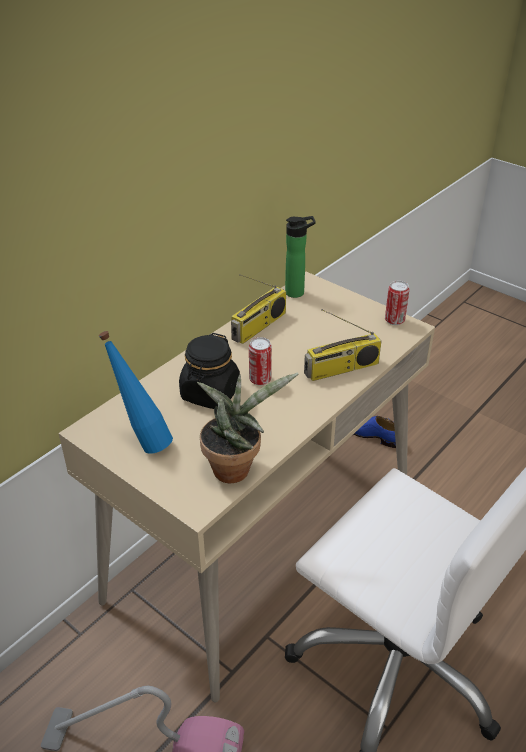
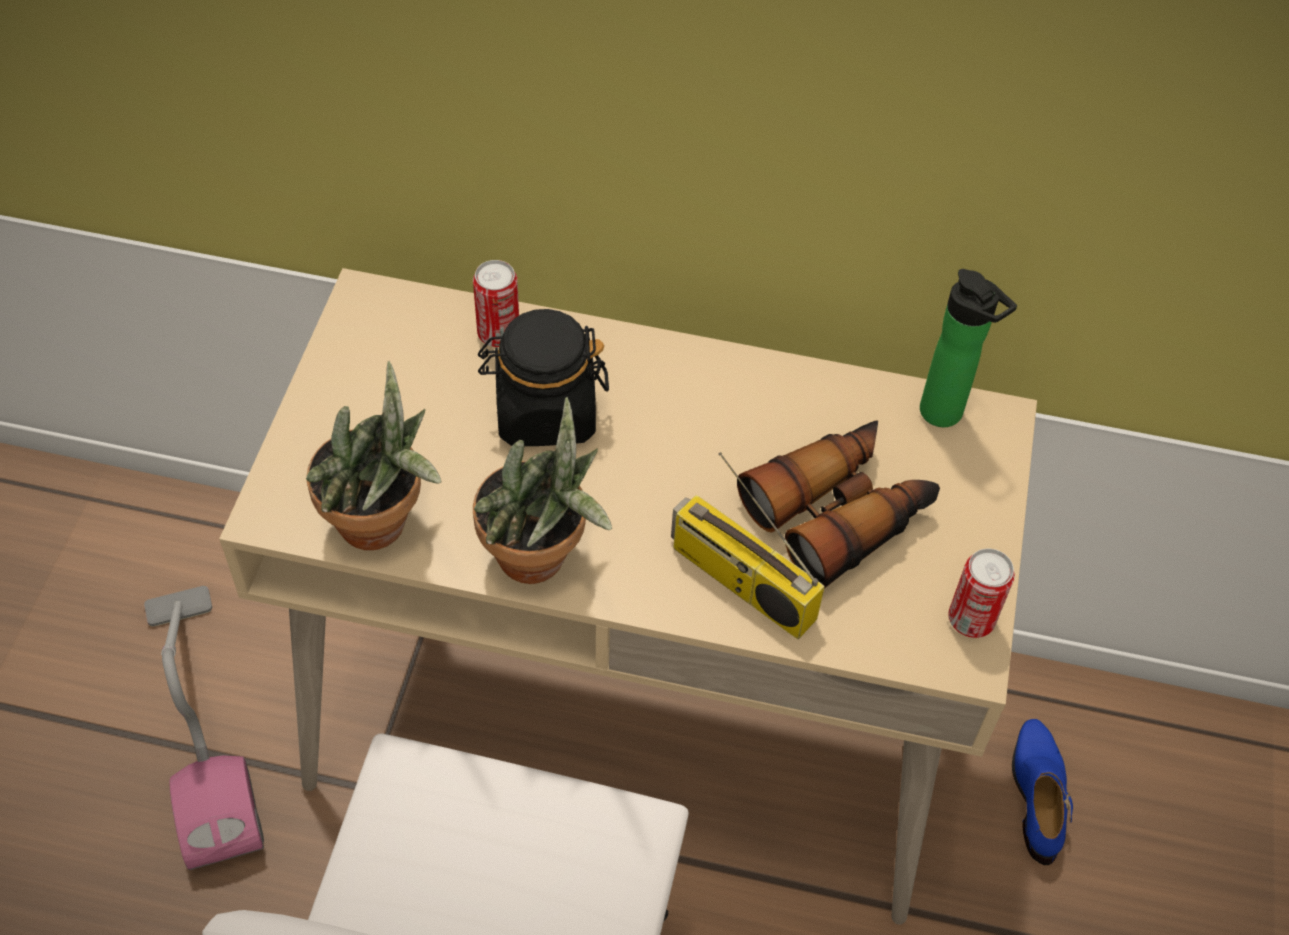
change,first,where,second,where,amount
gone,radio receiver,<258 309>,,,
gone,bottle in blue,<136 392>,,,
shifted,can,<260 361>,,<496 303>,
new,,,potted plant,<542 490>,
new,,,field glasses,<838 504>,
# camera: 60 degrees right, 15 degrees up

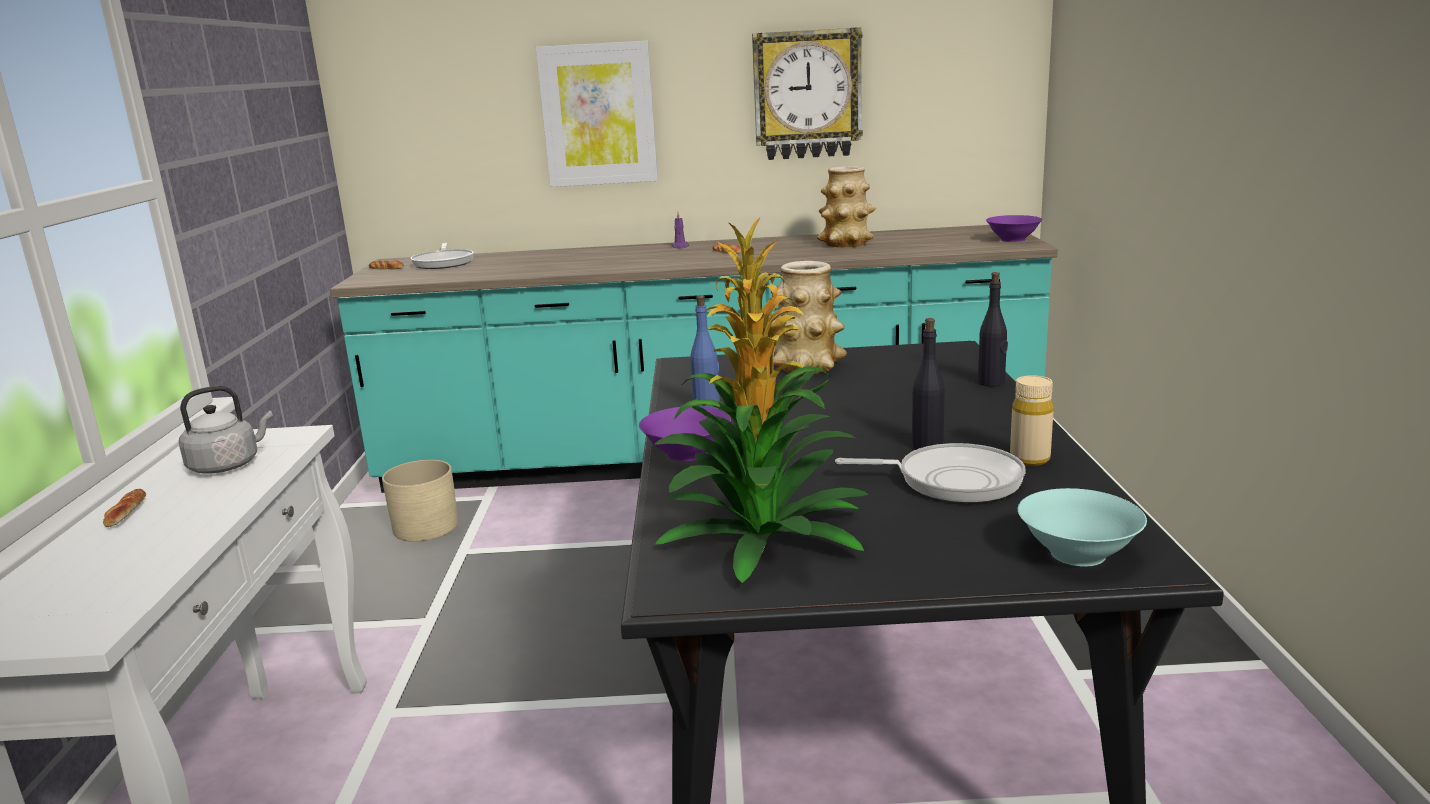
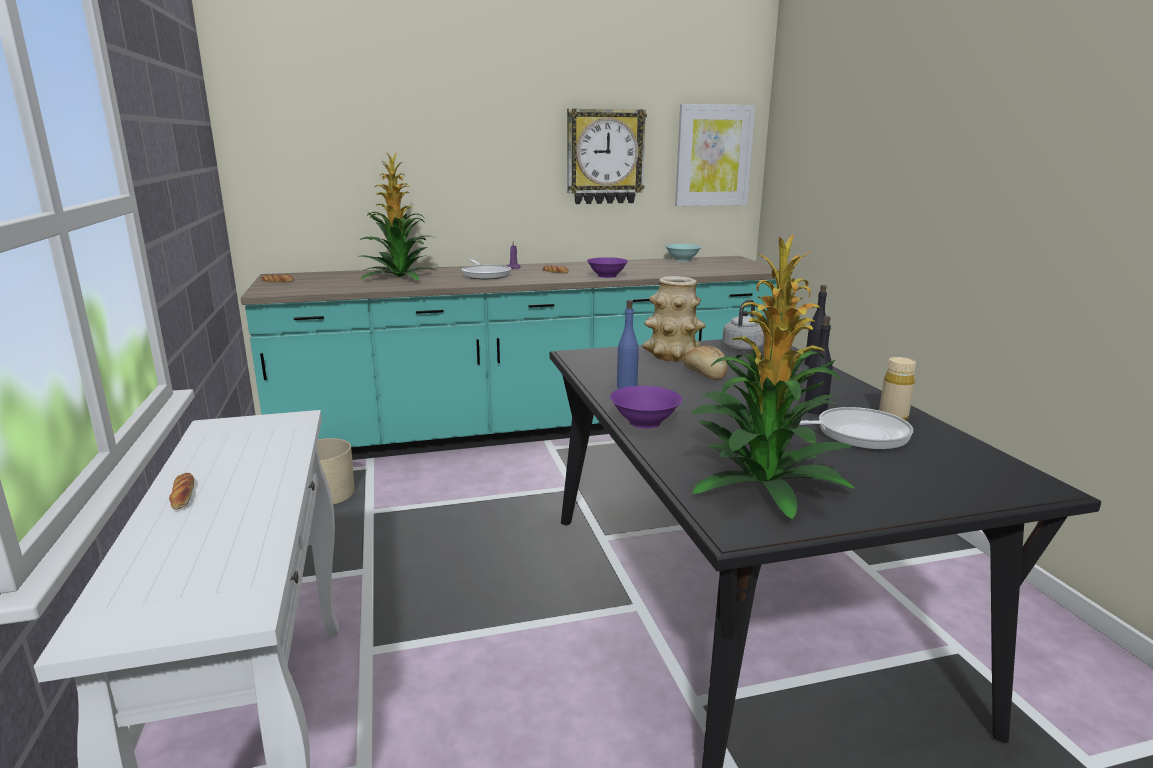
change,first,where,second,where,amount
shifted,wall picture,<597 114>,,<715 155>,
gone,vase,<846 206>,,,
shifted,deep dish in purple-coloured,<1014 228>,,<607 267>,
shifted,pan,<442 256>,,<486 269>,
shifted,kettle in gray,<226 429>,,<743 325>,
shifted,deep dish in blue-green,<1082 527>,,<683 252>,
new,,,potted plant,<398 216>,
new,,,baked bread,<705 362>,
# camera: 15 degrees left, 0 degrees up

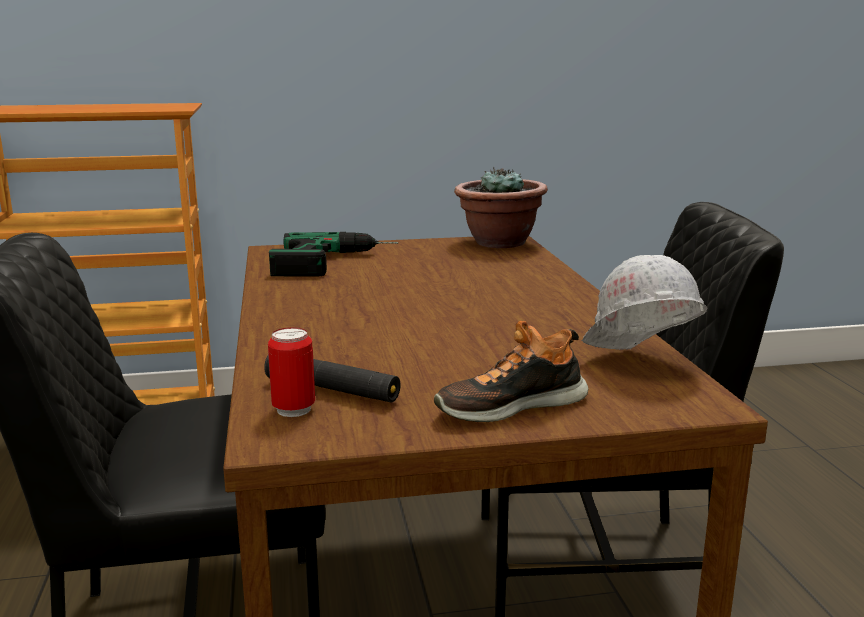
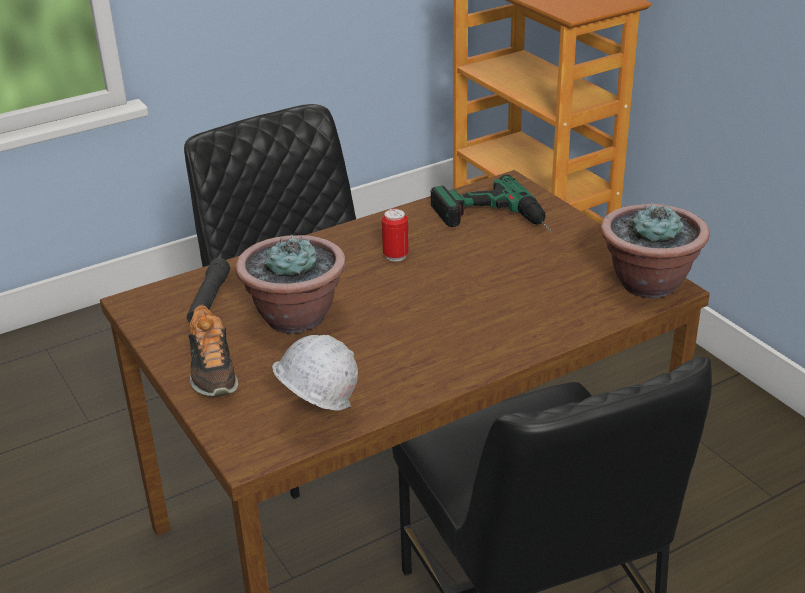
change,first,where,second,where,amount
rotated,shoe,<511 371>,,<213 350>,150 degrees counterclockwise
shifted,can,<291 372>,,<395 235>,
new,,,potted plant,<290 284>,
# camera: 70 degrees right, 15 degrees up

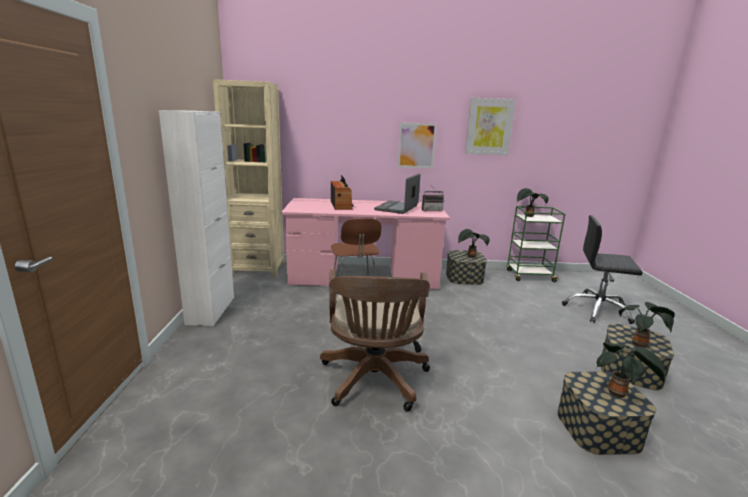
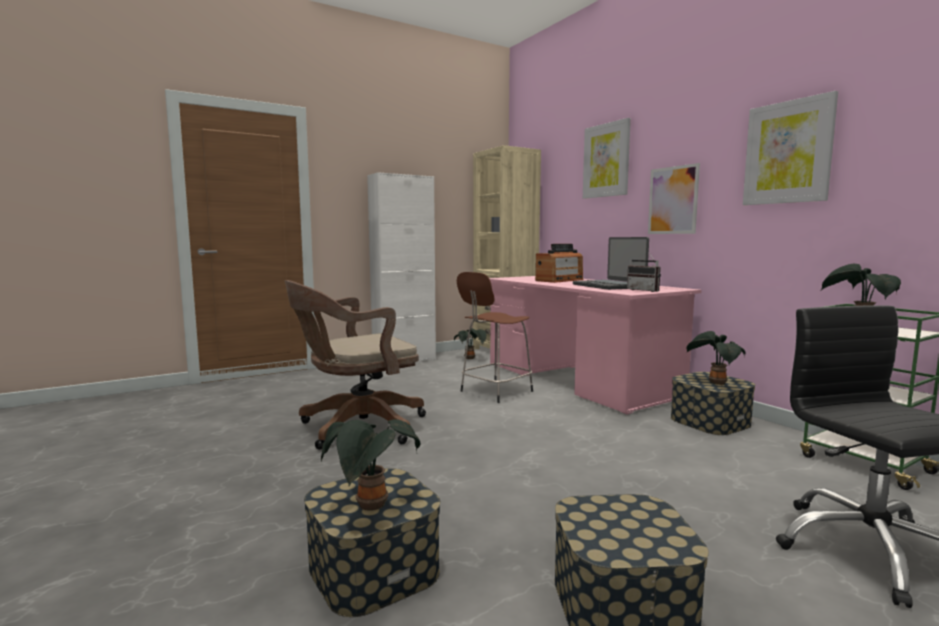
change,first,where,second,where,amount
rotated,portable computer,<397 193>,,<611 263>,105 degrees counterclockwise
shifted,potted plant,<647 325>,,<470 343>,
new,,,wall picture,<607 158>,
# camera: 60 degrees right, 10 degrees down

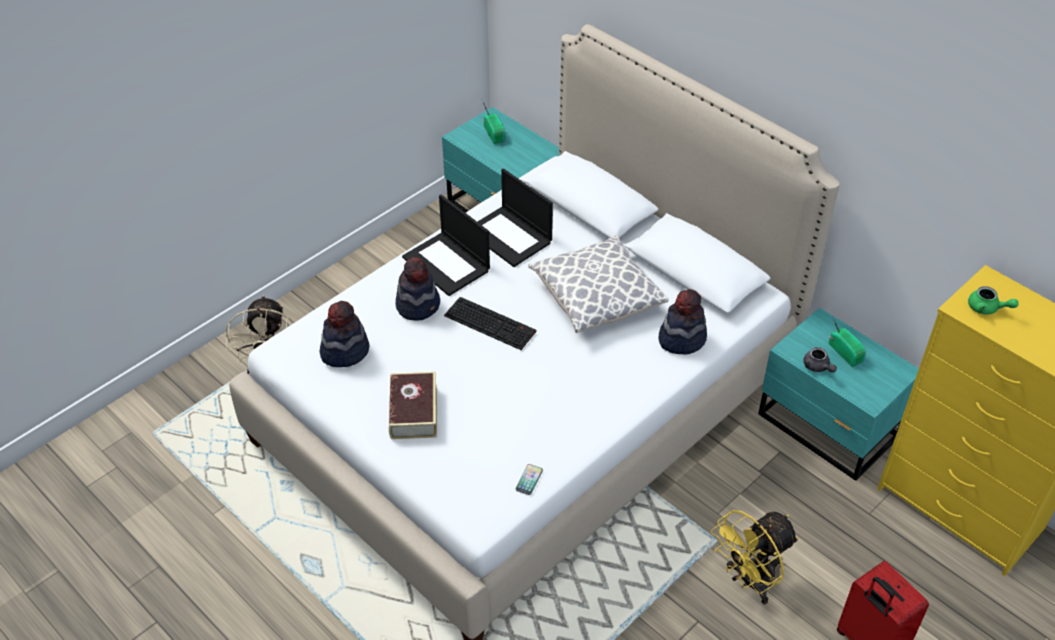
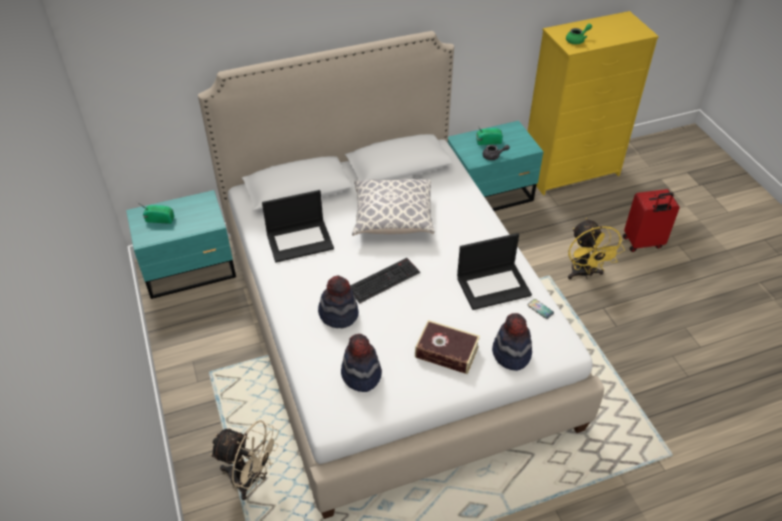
change,first,where,second,where,amount
shifted,portable computer,<446 245>,,<494 271>,
shifted,wearable hat,<682 321>,,<512 342>,
# camera: 65 degrees left, 0 degrees up

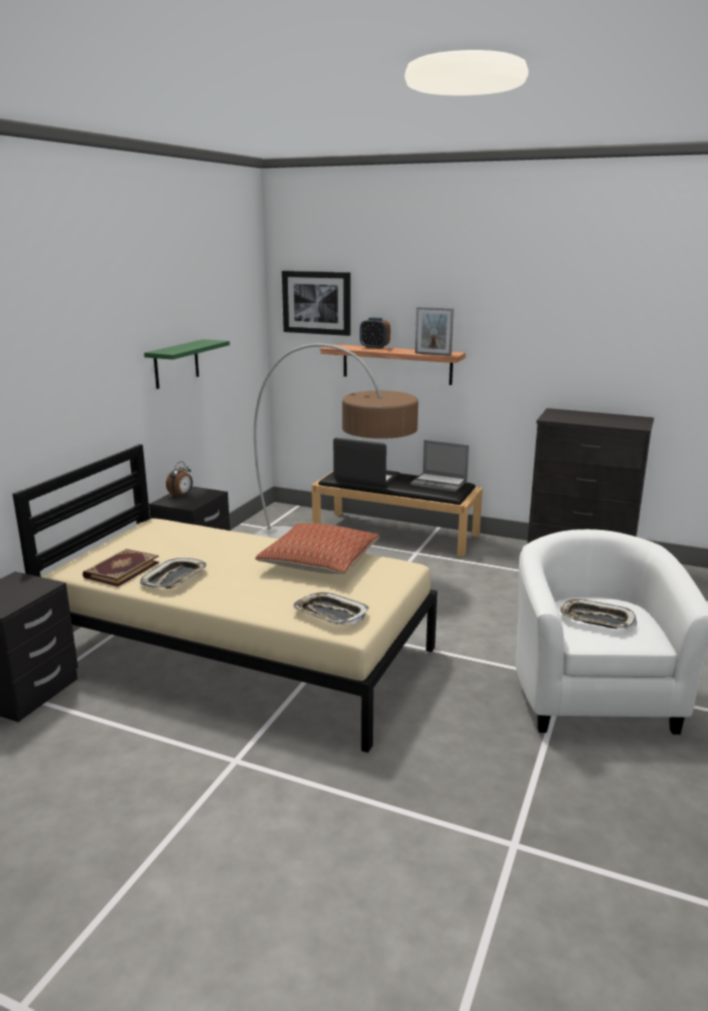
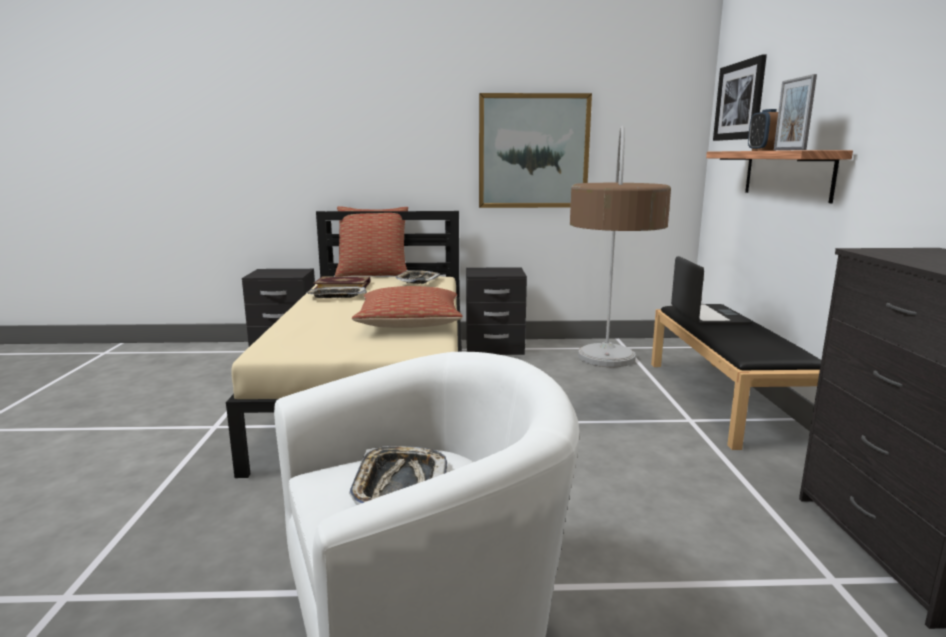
change,first,where,second,where,amount
swapped,bracket shelf in greenish,<187 364>,wall picture,<535 150>,
gone,portable computer,<440 466>,,,
gone,alarm clock,<179 479>,,,
shifted,tray,<331 608>,,<418 277>,
new,,,throw pillow,<371 241>,
# camera: 65 degrees right, 5 degrees down

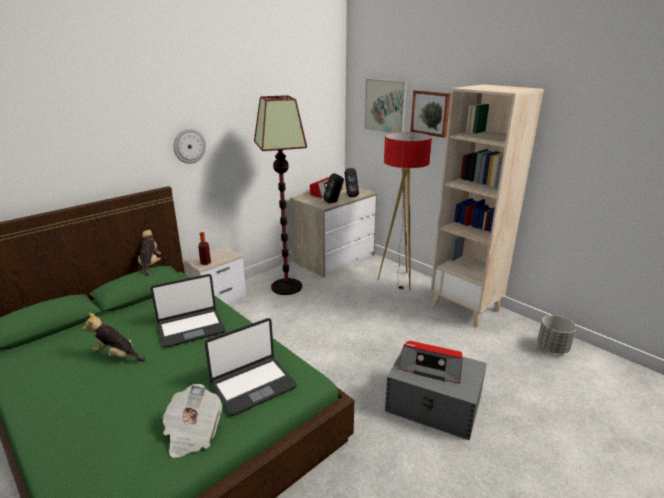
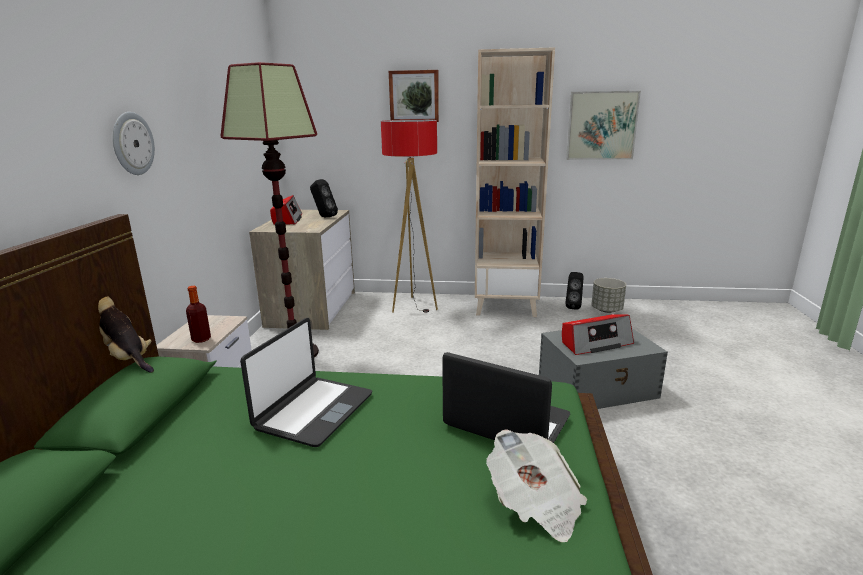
change,first,where,second,where,amount
shifted,wall picture,<385 106>,,<603 125>,
shifted,loudspeaker in black-coloured,<333 188>,,<574 291>,
gone,plush toy,<114 337>,,,
rotated,portable computer,<251 367>,,<506 397>,75 degrees counterclockwise
# camera: 40 degrees left, 5 degrees down

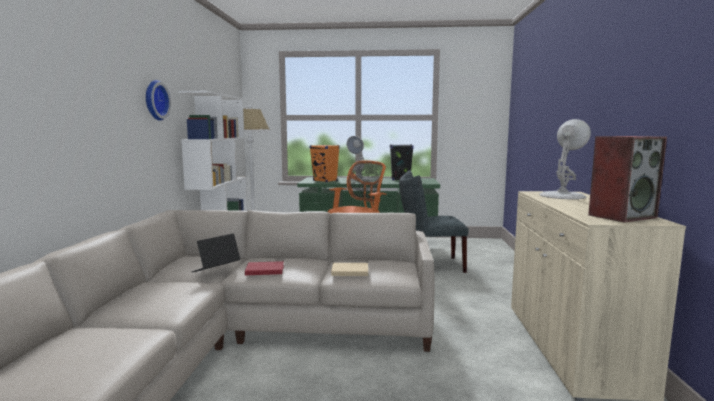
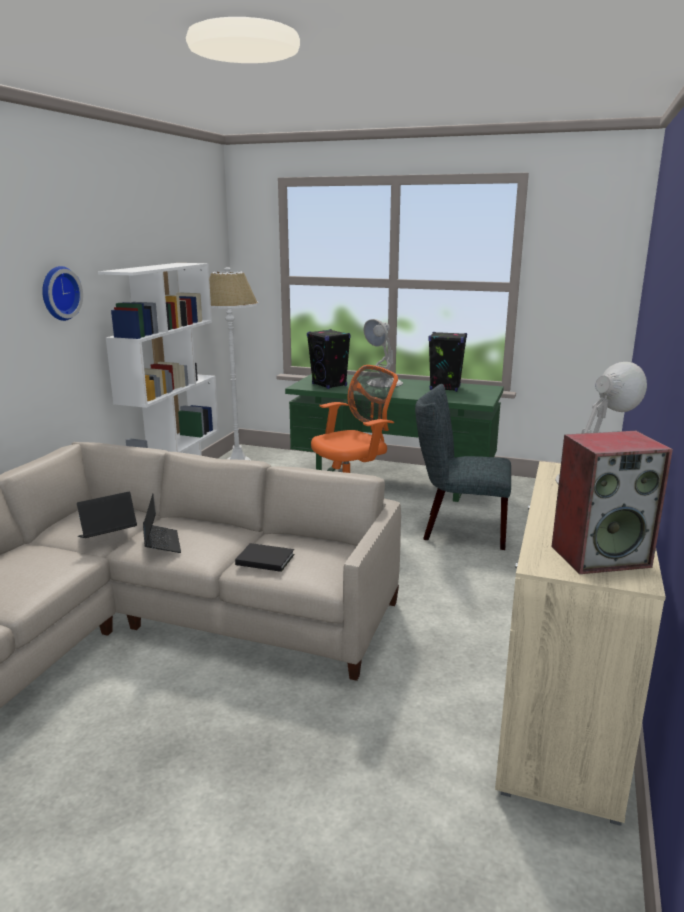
change,first,where,second,where,amount
repainted,loudspeaker in orange,<325 163>,loudspeaker in black-coloured,<329 359>,
swapped,bound book in red,<264 268>,portable computer,<162 523>,
repainted,bound book in beige-coloured,<349 269>,bound book in black-coloured,<264 557>,
# camera: 15 degrees right, 10 degrees up

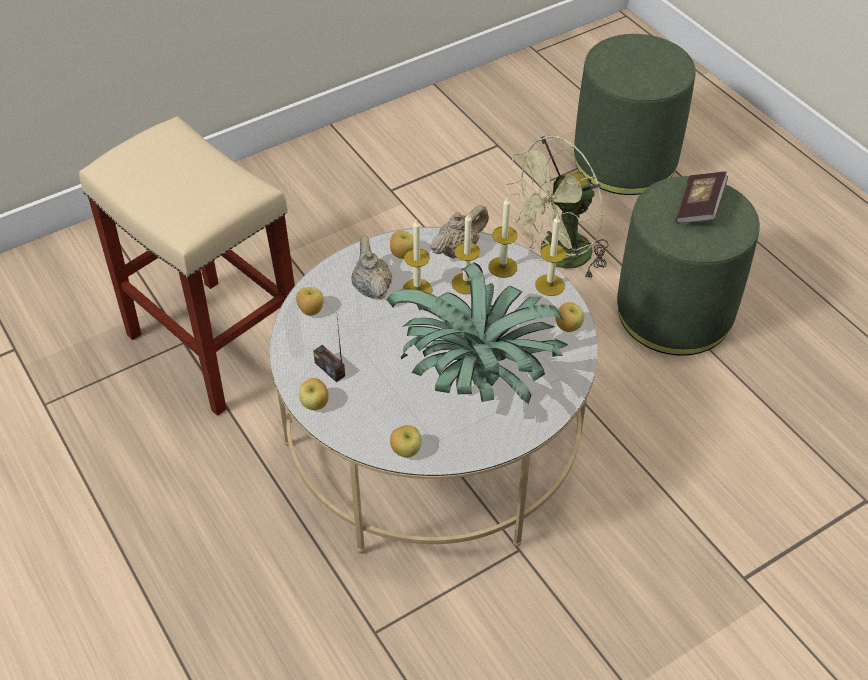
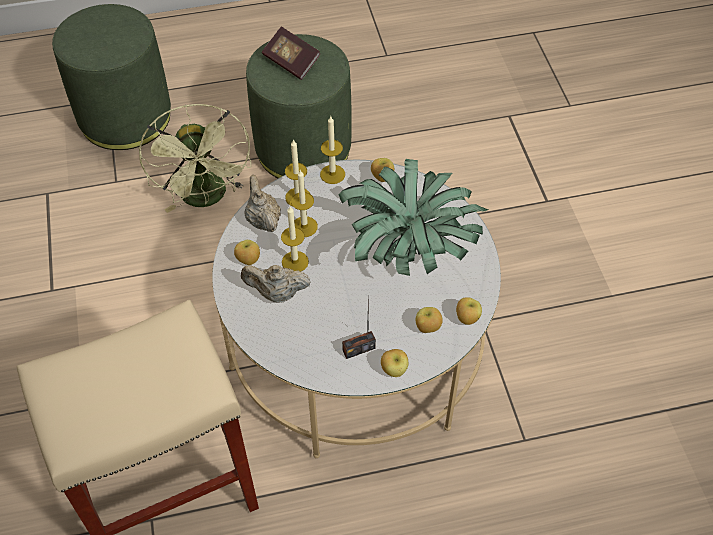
change,first,where,second,where,amount
shifted,apple fruit,<310 301>,,<429 320>,
# camera: 70 degrees left, 5 degrees up

